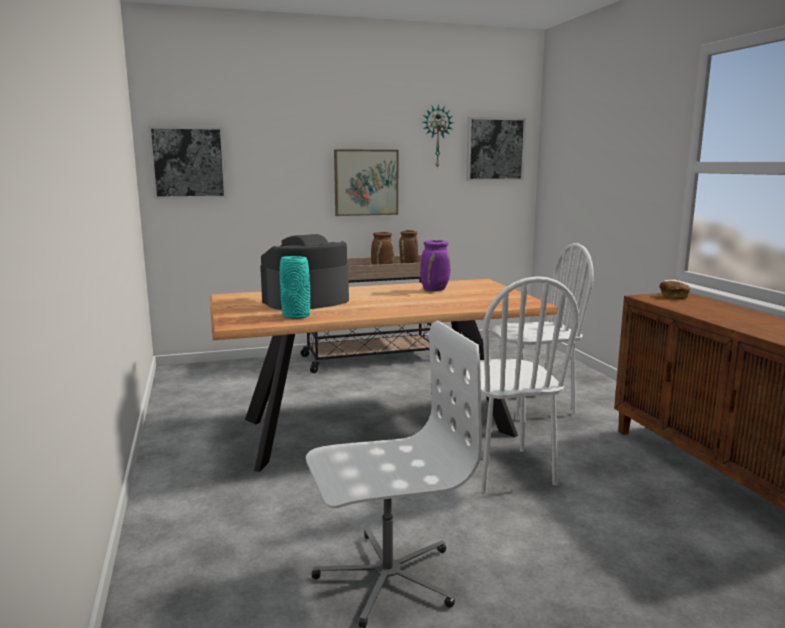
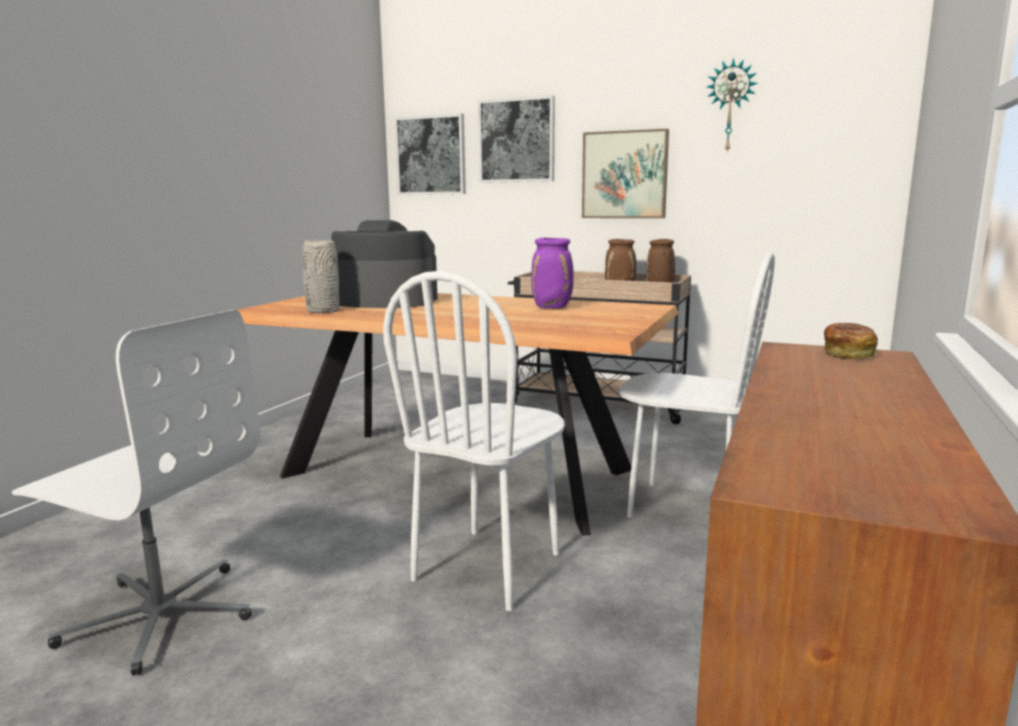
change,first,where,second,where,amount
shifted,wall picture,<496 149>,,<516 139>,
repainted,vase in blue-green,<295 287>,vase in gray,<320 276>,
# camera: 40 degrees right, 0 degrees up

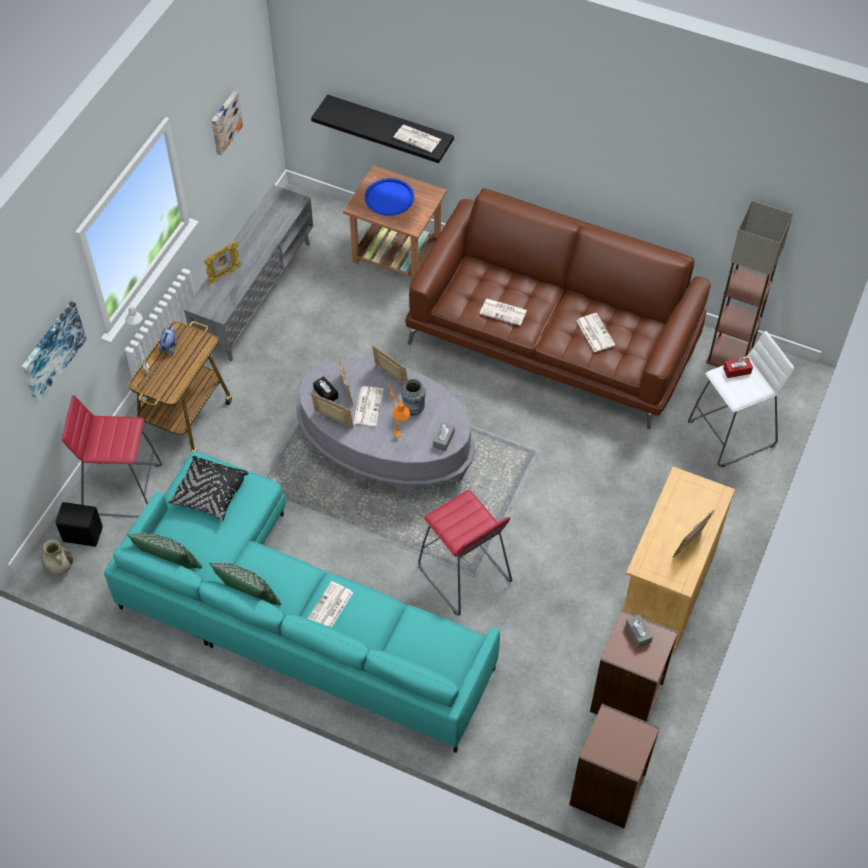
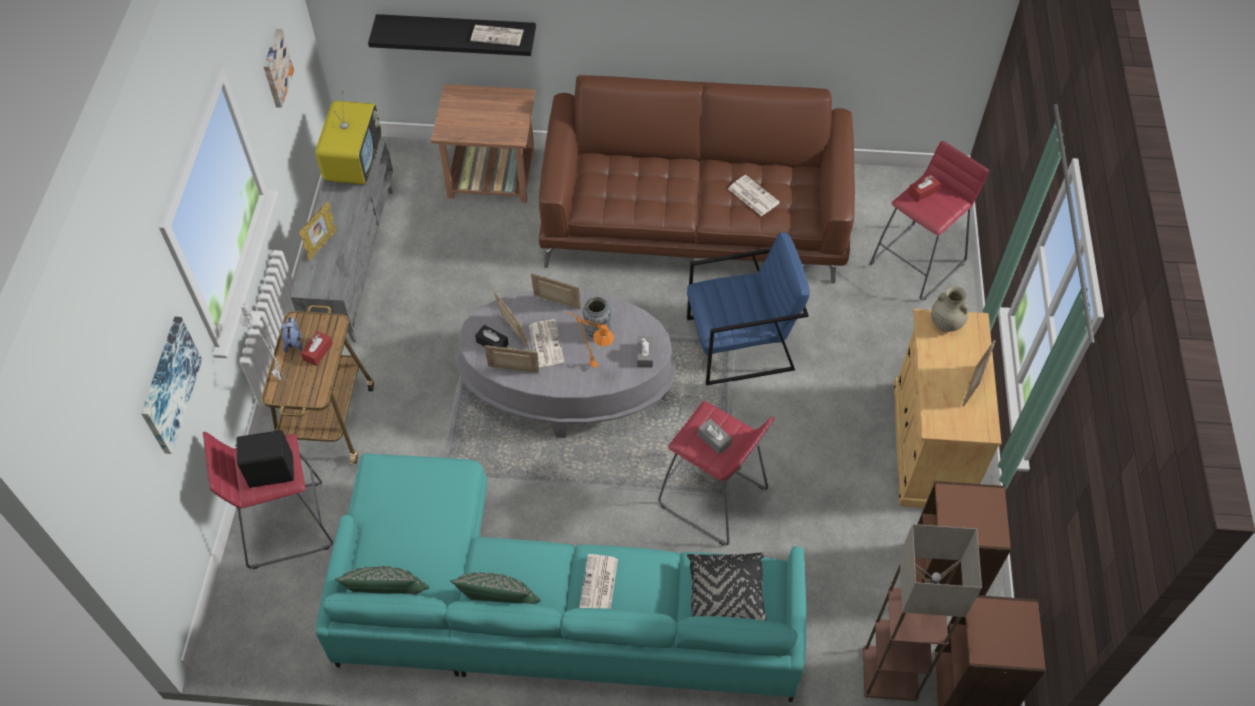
change,first,where,second,where,amount
gone,tray in blue,<389 197>,,,
shifted,floor lamp,<749 284>,,<922 612>,
gone,printed paper,<503 312>,,,
repainted,sitting stool in white,<741 399>,sitting stool in red,<929 221>,
shifted,throw pillow in black-coloured,<208 488>,,<727 587>,
shifted,loudspeaker in black-coloured,<79 524>,,<264 459>,
shifted,vase in beige-coloured,<57 557>,,<949 309>,
shifted,box of tissues in gray,<639 631>,,<715 437>,
new,,,TV,<348 138>,
new,,,lounge chair in blue,<748 308>,
new,,,box of tissues in red,<317 348>,
# camera: 20 degrees left, 0 degrees up

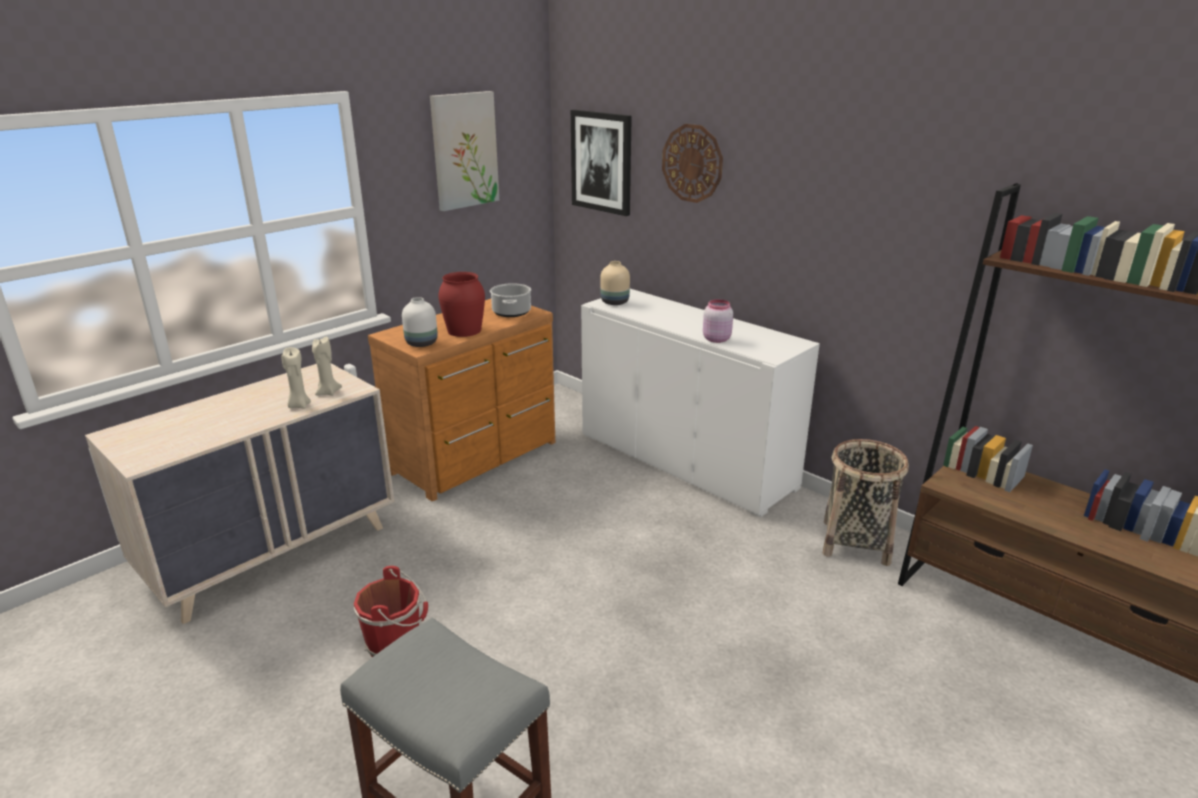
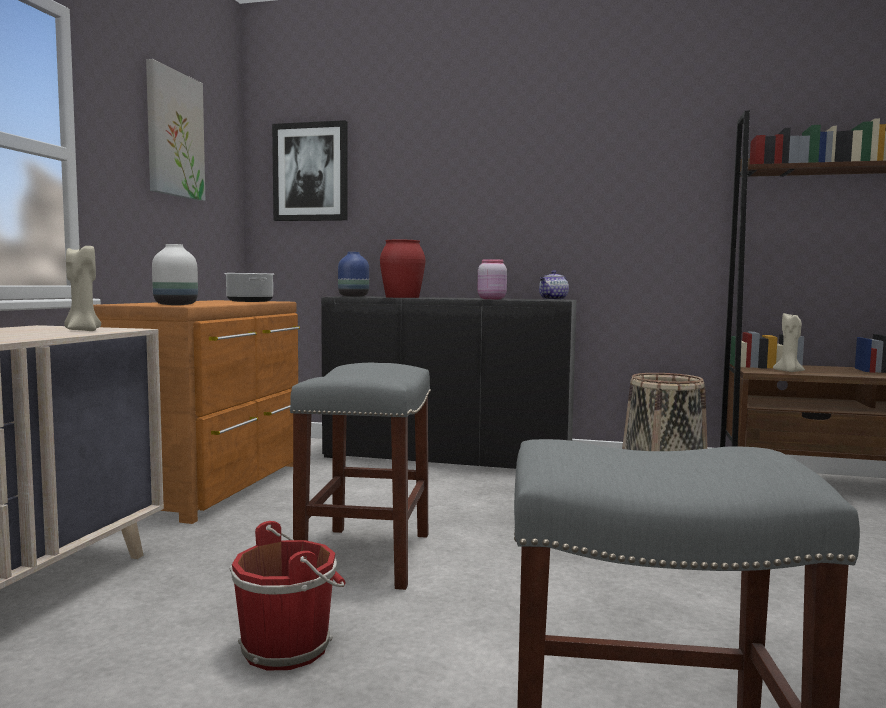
change,first,where,second,where,amount
gone,hanging clock,<692 163>,,,
repainted,vase in beige-coloured,<615 283>,vase in blue,<353 274>,
shifted,vase in red,<461 304>,,<402 268>,
repainted,cabinet in white,<700 403>,cabinet in black-coloured,<449 382>,
shifted,wax candle in beige-coloured,<296 378>,,<789 342>,
new,,,tea pot,<554 285>,
new,,,sitting stool in gray,<360 476>,
# camera: 30 degrees left, 20 degrees down

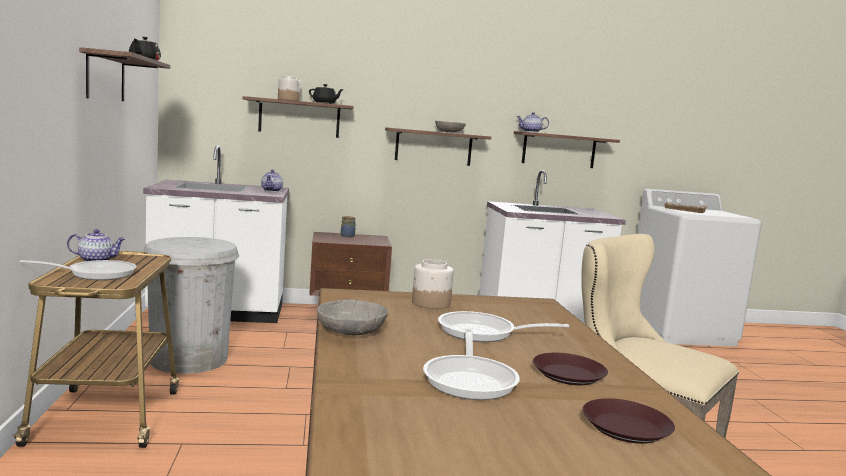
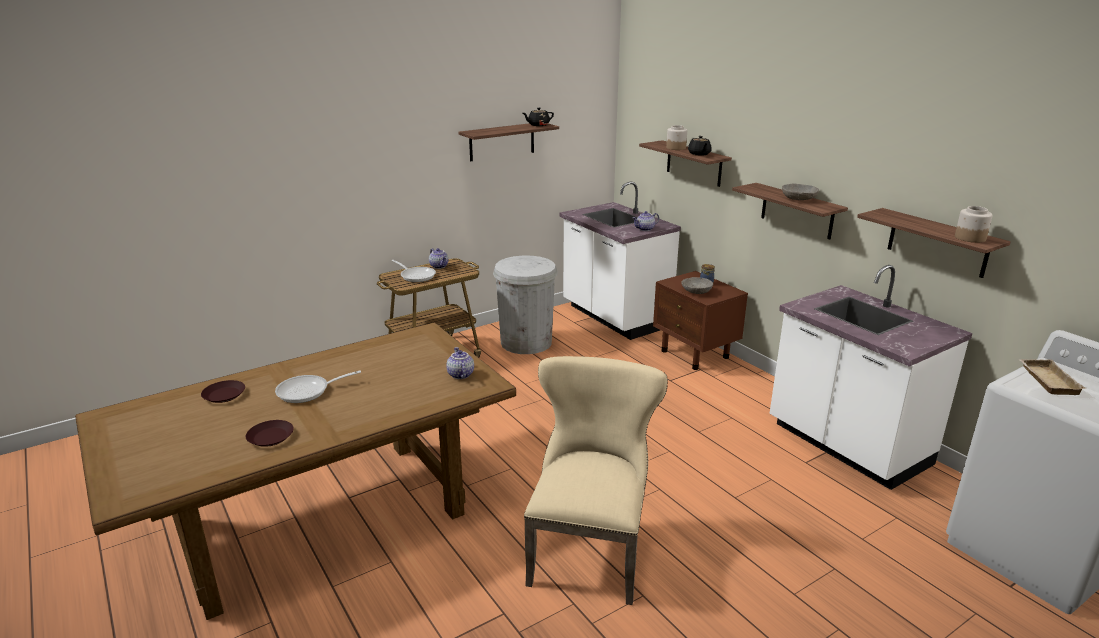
change,first,where,second,where,amount
shifted,tea pot,<532 122>,,<460 363>,
shifted,storage jar,<433 284>,,<974 224>,
shifted,deep dish in gray,<352 317>,,<697 285>,
gone,pan,<503 326>,,,
shifted,dinner plate in brown,<570 369>,,<223 391>,
# camera: 65 degrees right, 15 degrees up

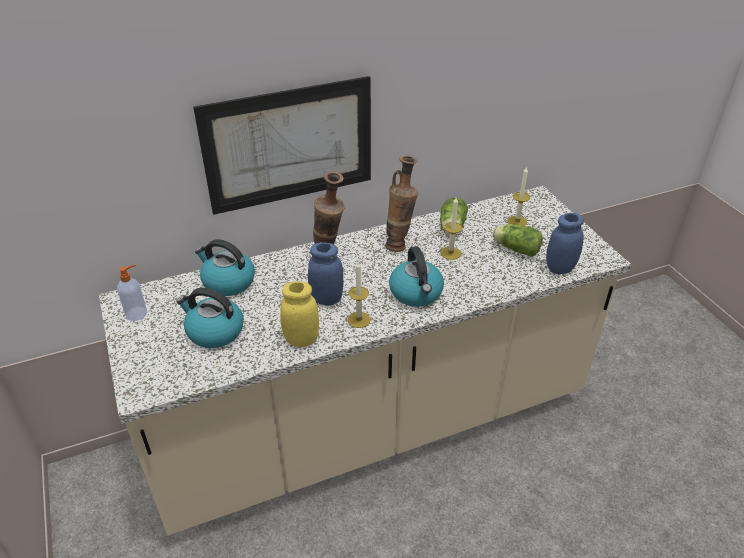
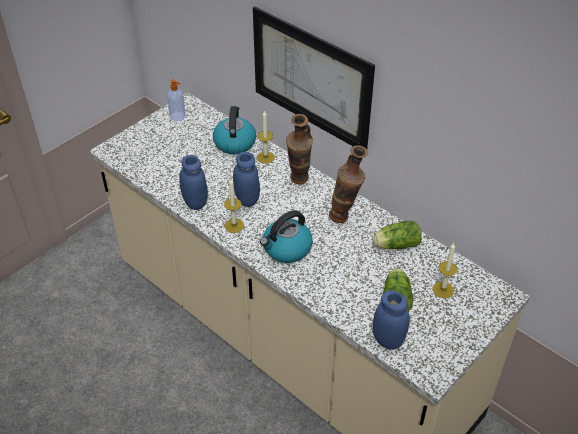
change,first,where,second,where,amount
shifted,wax candle,<451 228>,,<266 137>,
repainted,storage jar in yellow-coloured,<299 314>,storage jar in blue,<193 182>,
gone,kettle,<210 318>,,,
# camera: 65 degrees right, 5 degrees up

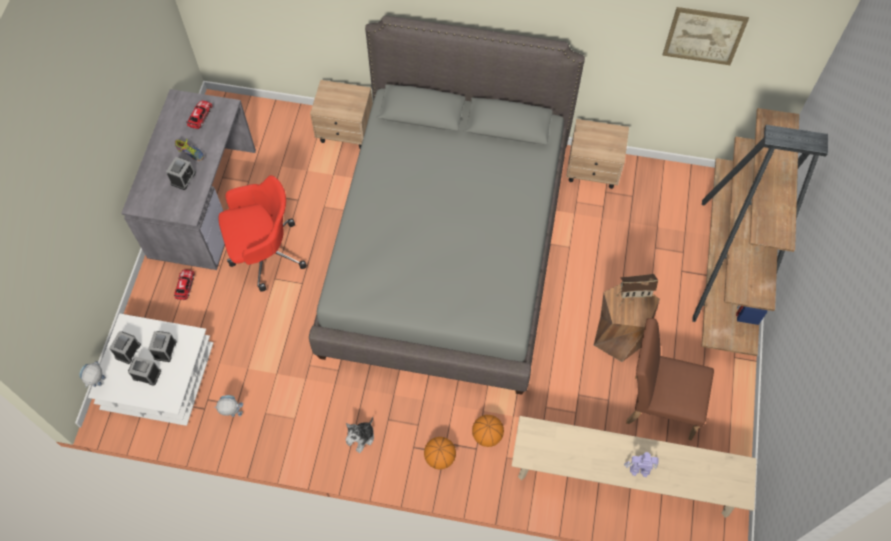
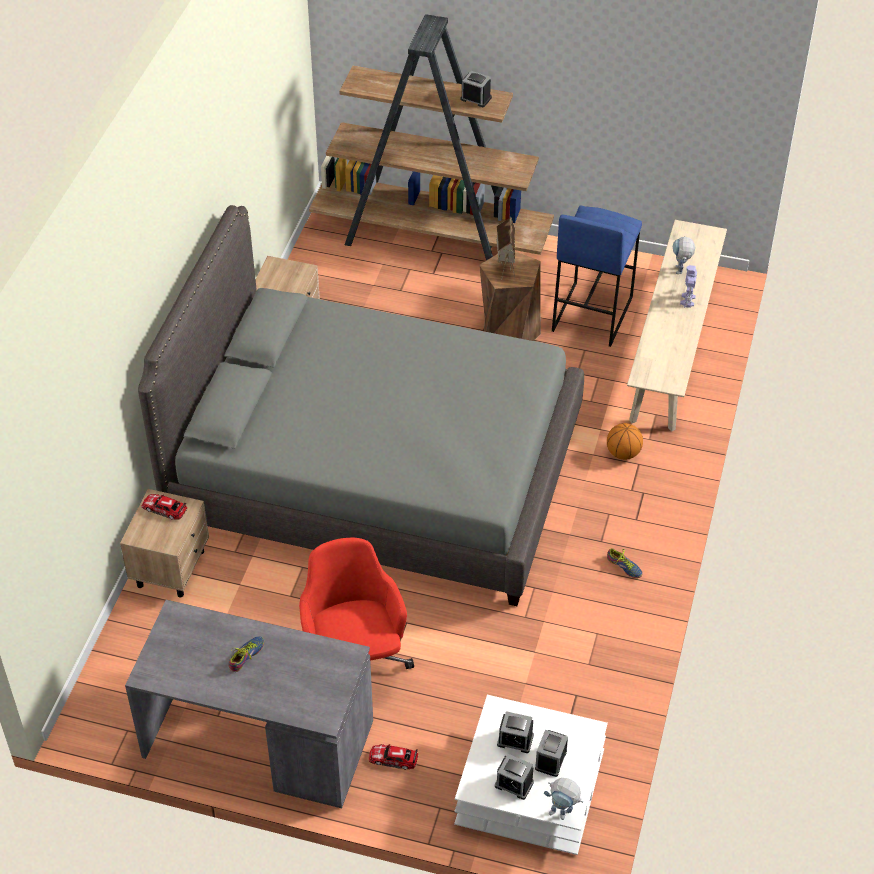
change,first,where,second,where,amount
gone,wall picture,<706 36>,,,
shifted,toy car,<199 115>,,<164 507>,
shifted,alarm clock,<181 173>,,<476 89>,
swapped,plain chair in brown,<670 379>,sitting stool in blue,<597 276>,
shifted,toy robot,<228 406>,,<684 255>,
swapped,plush toy,<359 435>,shoe,<625 563>,
gone,ball for basketball,<440 453>,,,
# camera: 85 degrees left, 15 degrees down

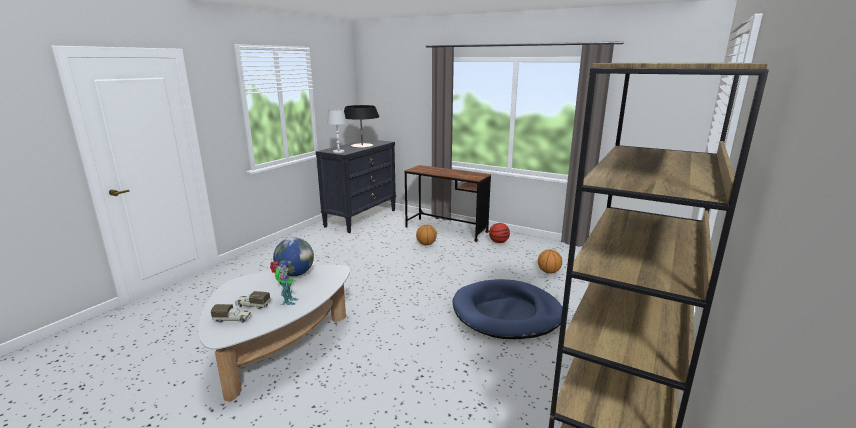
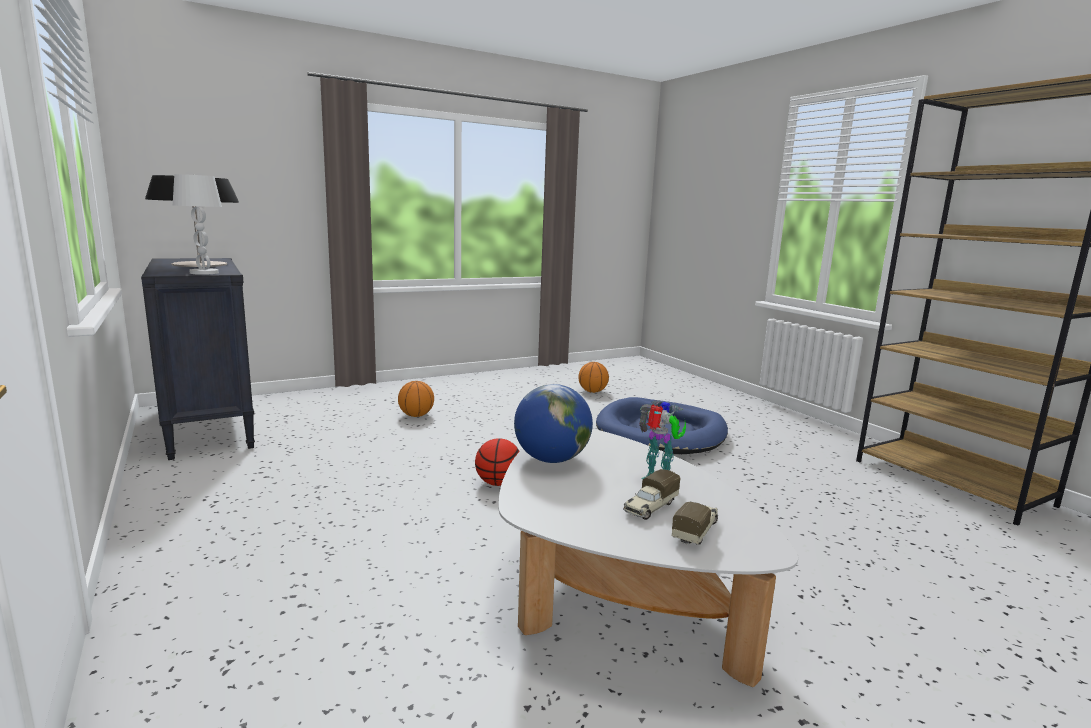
change,first,where,second,where,amount
gone,desk in brown,<448 203>,,,
shifted,ball for basketball,<499 233>,,<497 462>,
# camera: 60 degrees left, 5 degrees down

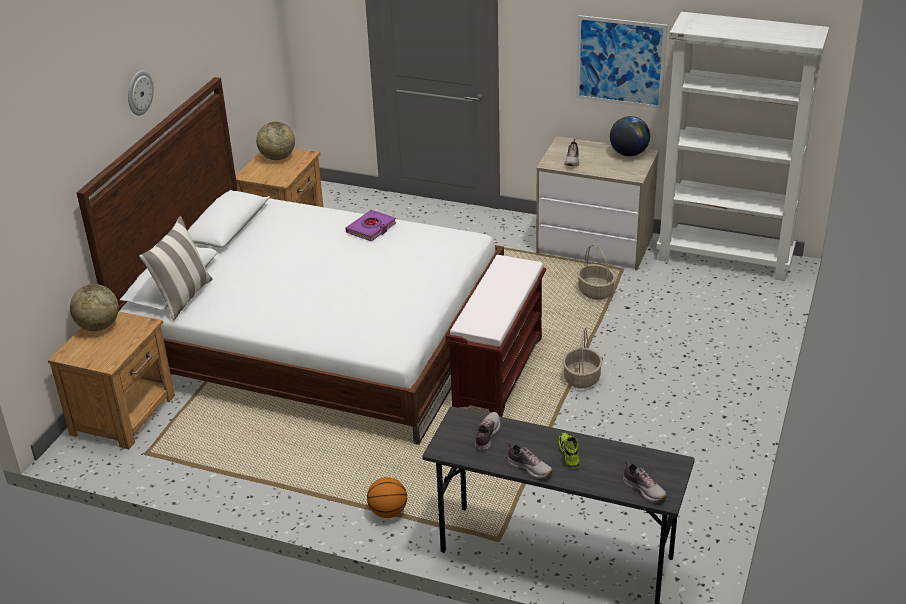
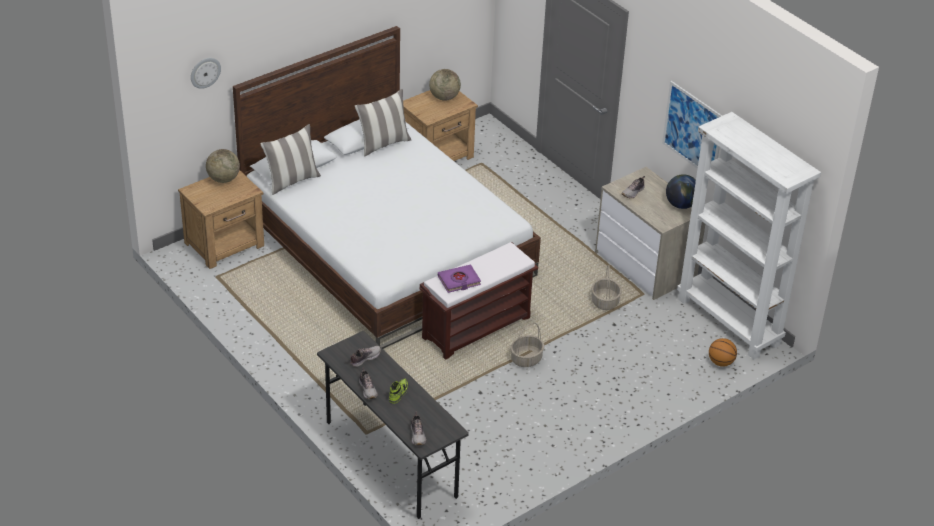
change,first,where,second,where,amount
shifted,hanging clock,<141 92>,,<206 73>,
shifted,bound book in purple-coloured,<370 225>,,<459 278>,
shifted,ball for basketball,<387 497>,,<723 352>,
new,,,throw pillow,<383 123>,
# camera: 30 degrees right, 5 degrees up

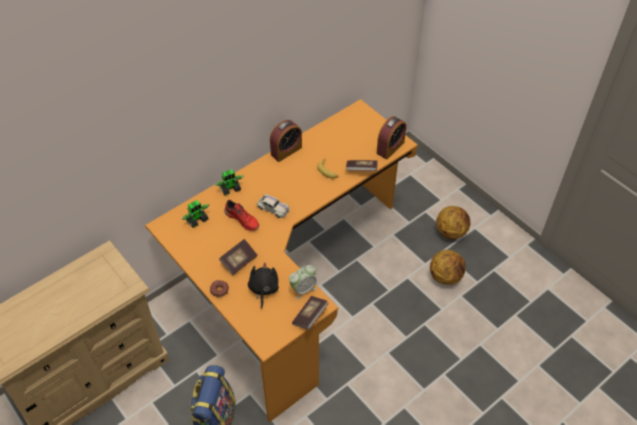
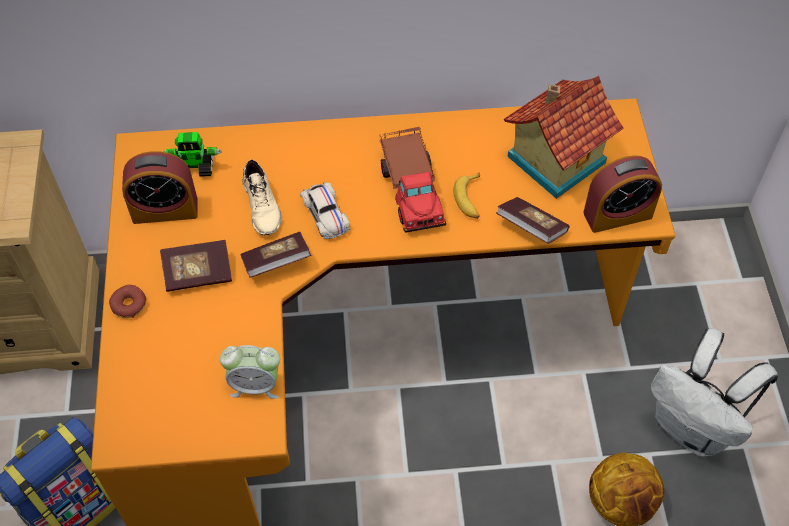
change,first,where,second,where,amount
shifted,alarm clock,<286 141>,,<160 187>,
gone,toy robot,<229 182>,,,
repainted,shoe in red,<241 215>,shoe in beige-coloured,<262 197>,
swapped,ball for basketball,<453 222>,backpack in white,<714 392>,
gone,plush toy in black-coloured,<263 285>,,,
shifted,bound book,<310 313>,,<275 255>,
new,,,model house,<564 137>,
new,,,model truck,<413 179>,
# camera: 35 degrees right, 5 degrees up

